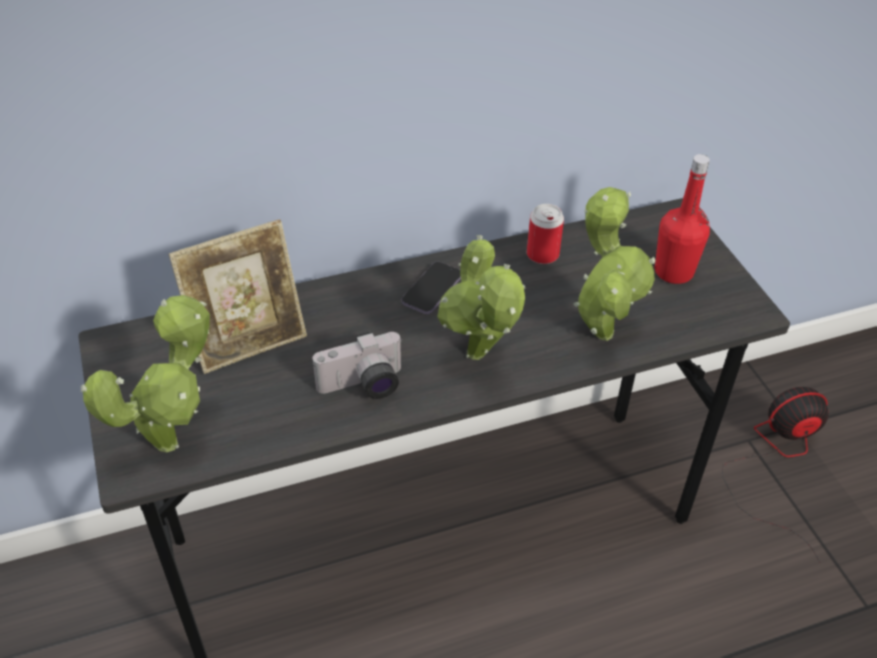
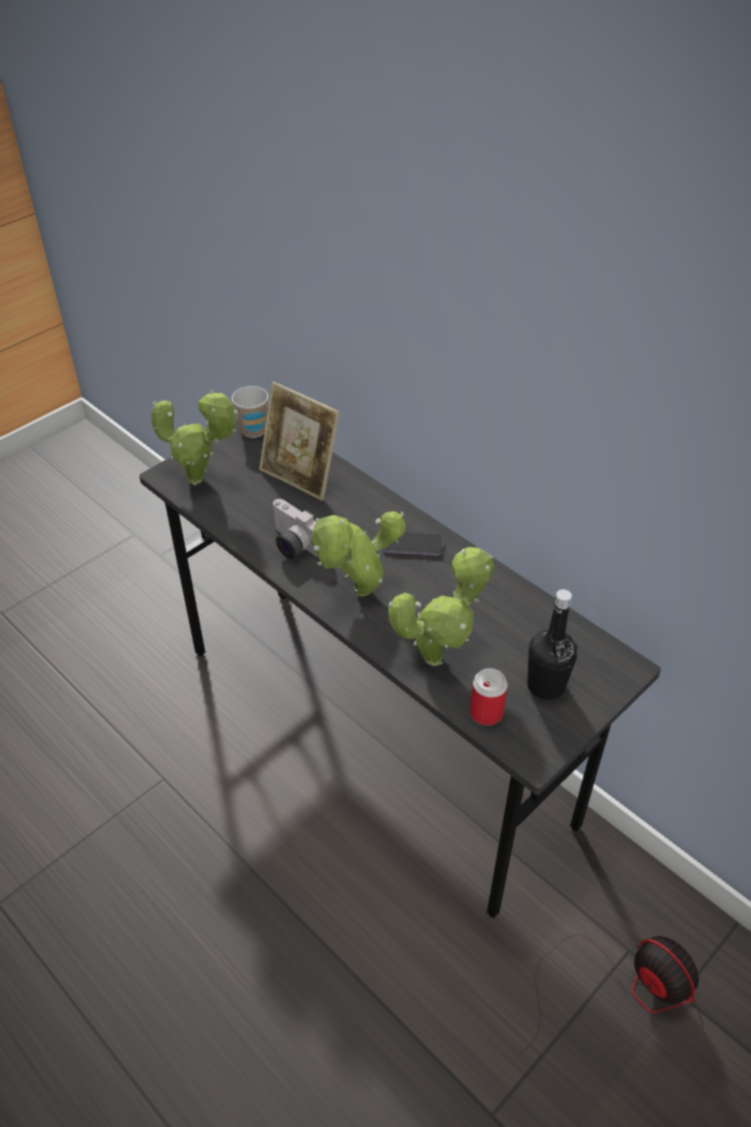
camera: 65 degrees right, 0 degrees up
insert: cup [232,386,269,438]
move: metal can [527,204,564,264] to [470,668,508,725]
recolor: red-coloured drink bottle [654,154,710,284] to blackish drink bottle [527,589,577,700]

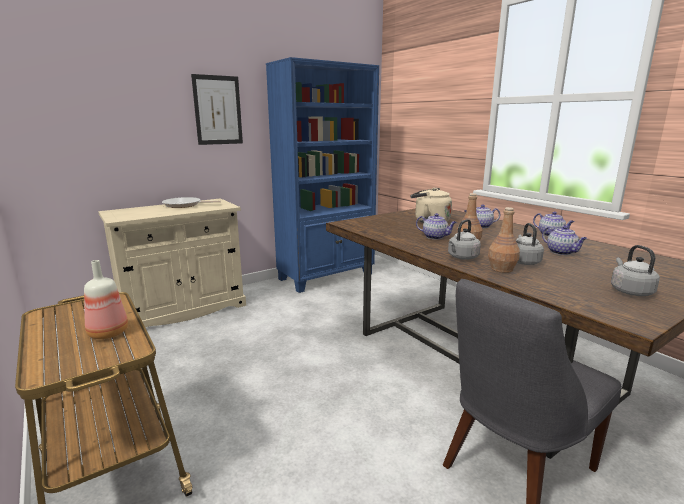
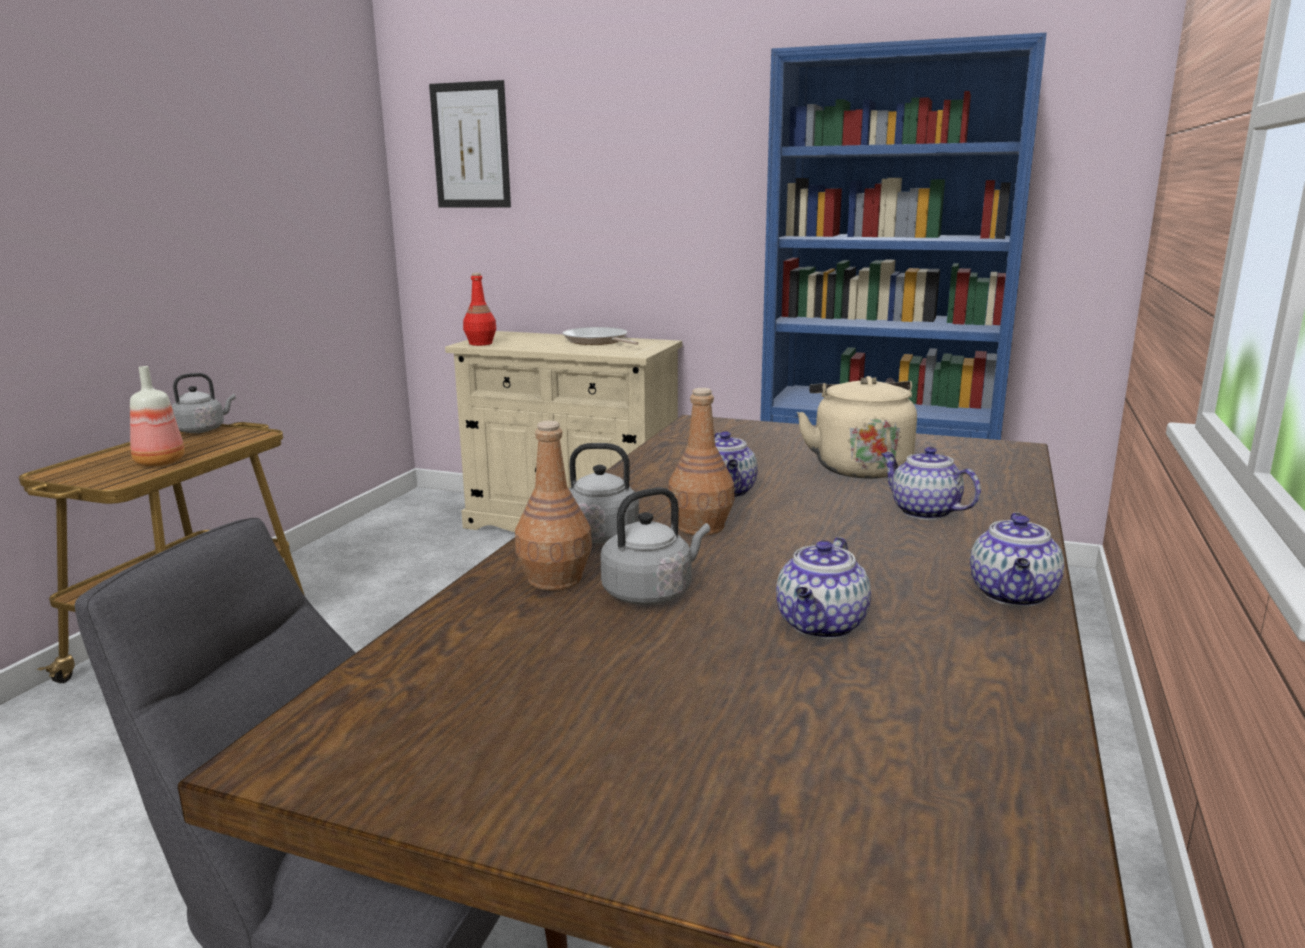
camera: 55 degrees right, 0 degrees up
insert: red-coloured drink bottle [463,273,496,346]
move: wall art [191,74,243,145] to [429,80,511,207]; greyish water kettle [611,245,660,296] to [172,373,236,433]

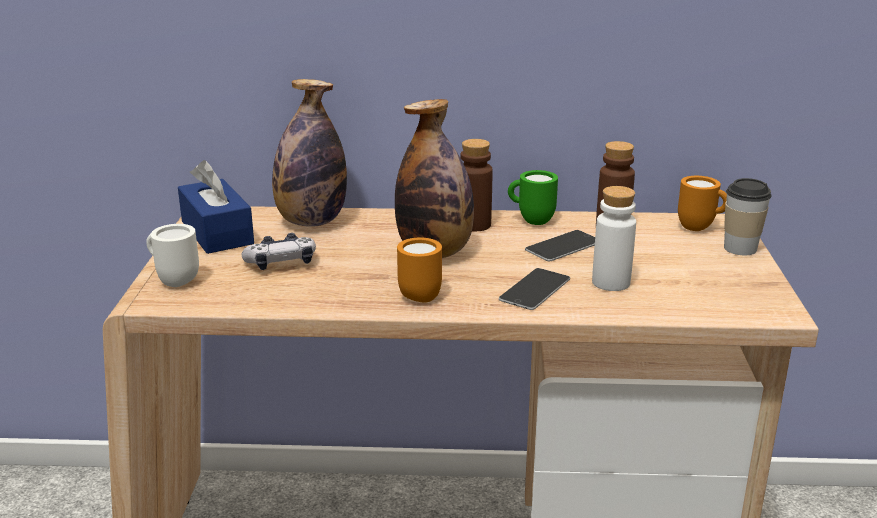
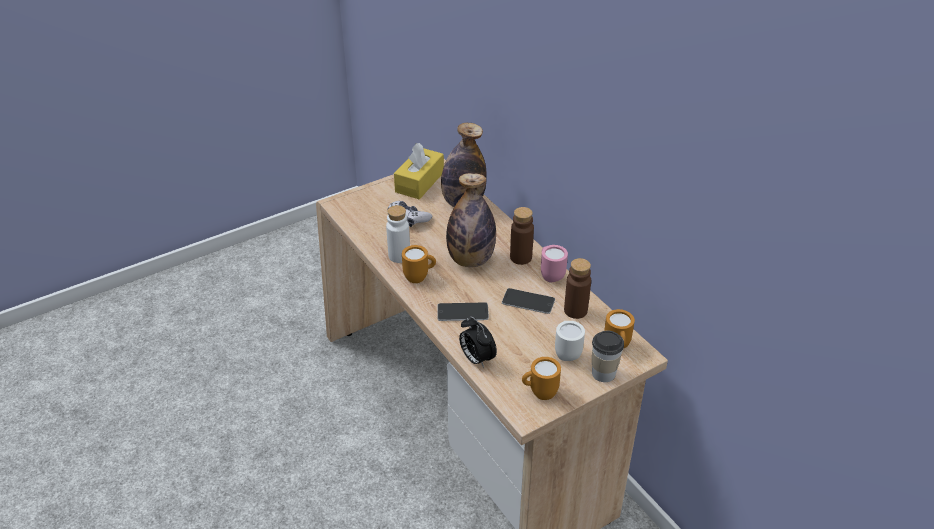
camera: 55 degrees right, 15 degrees up
insert: table clock [459,316,497,368]; orangey tea mug [522,357,561,400]
move: white-coloured drink bottle [592,186,636,291] to [386,205,410,263]; white-coloured tea mug [146,224,199,287] to [555,321,585,361]
recolor: blue-coloured tissue holder [178,160,254,254] to yellow tissue holder [394,143,444,199]; green tea mug [508,170,558,225] to pinkish tea mug [541,245,568,282]

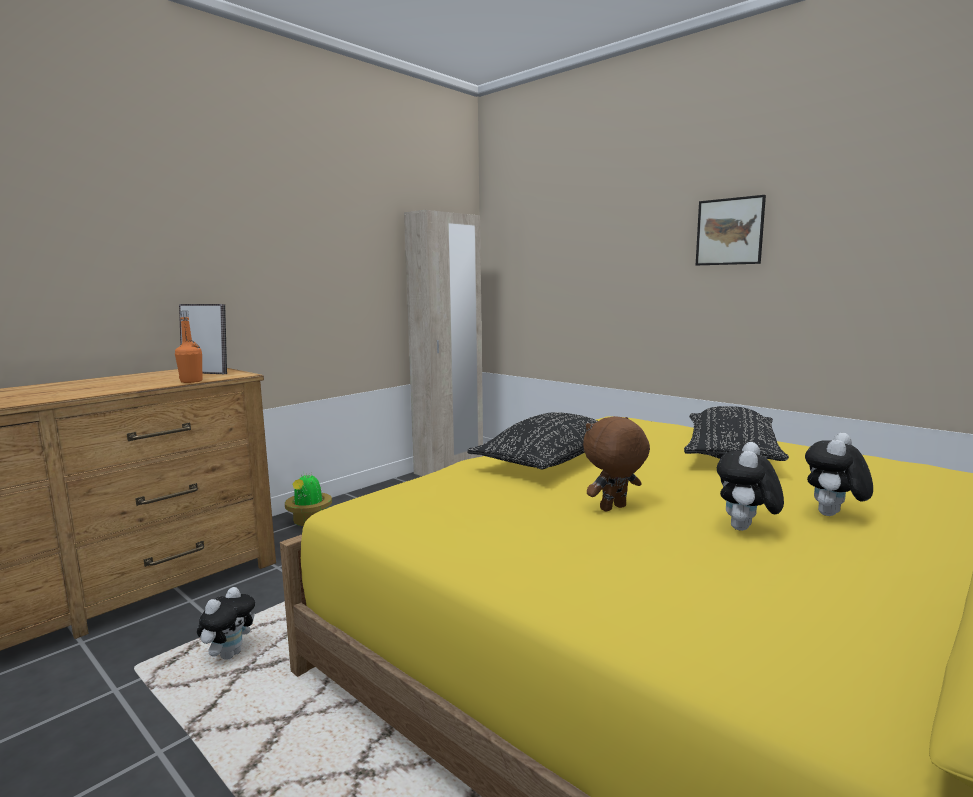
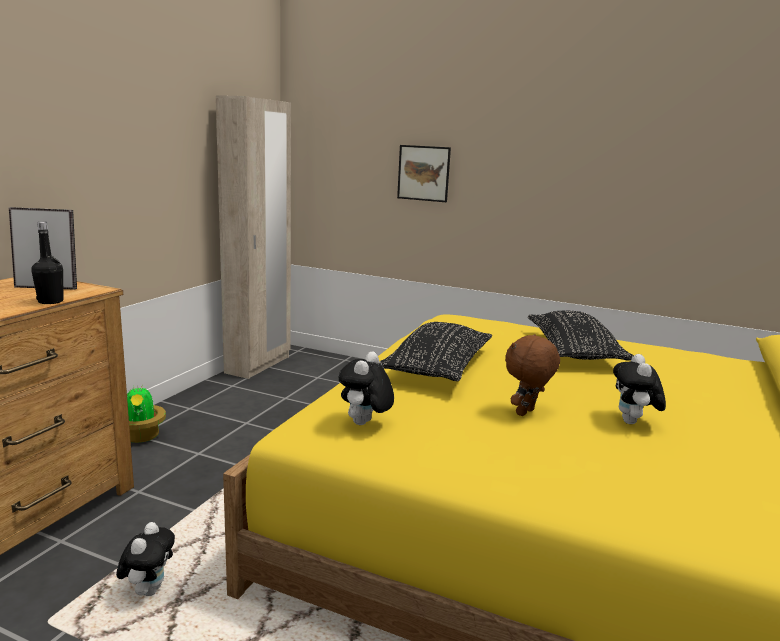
camera: 20 degrees left, 5 degrees up
move: wall art [696,195,766,265] to [397,145,451,202]; soft toy [805,433,873,516] to [339,352,394,425]
recolor: orangey drink bottle [175,311,202,383] to blackish drink bottle [31,221,63,304]

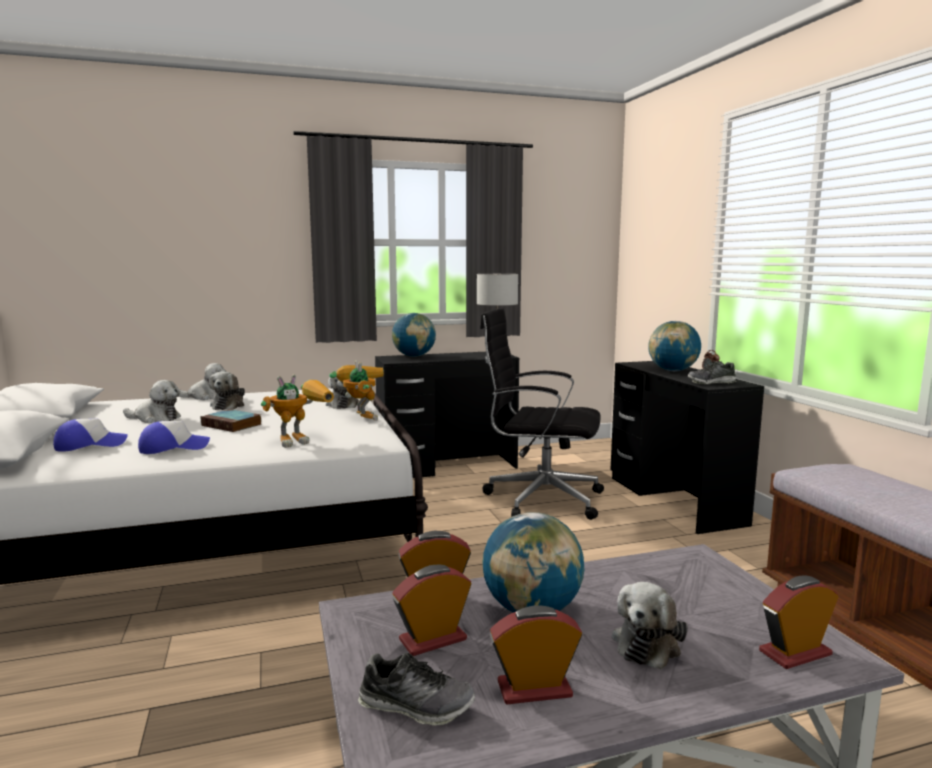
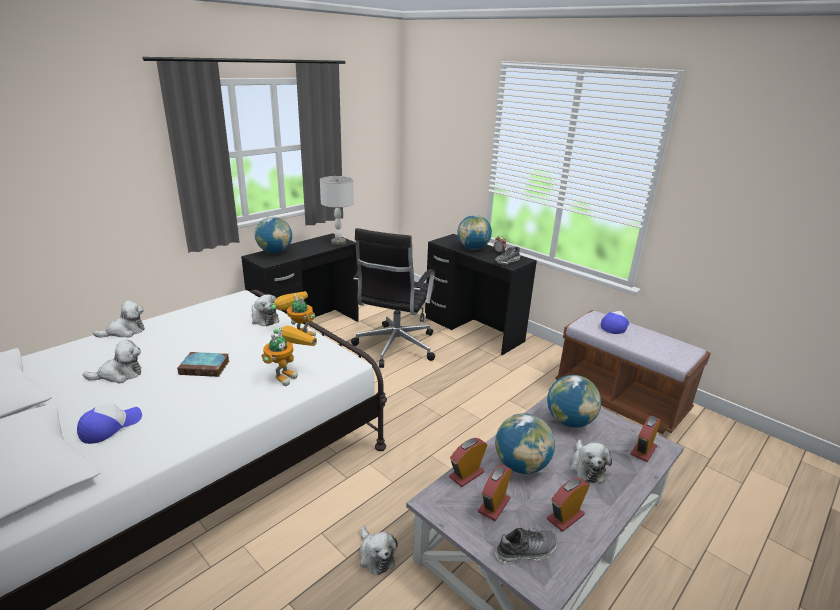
camera: 30 degrees left, 15 degrees up
insert: globe [547,375,601,427]
move: soft toy [209,371,245,410] to [360,526,398,575]; baseball cap [138,421,210,454] to [601,311,629,334]
rotate: blackish office chair [480,308,604,520] = [351,228,435,368] 60 degrees counterclockwise

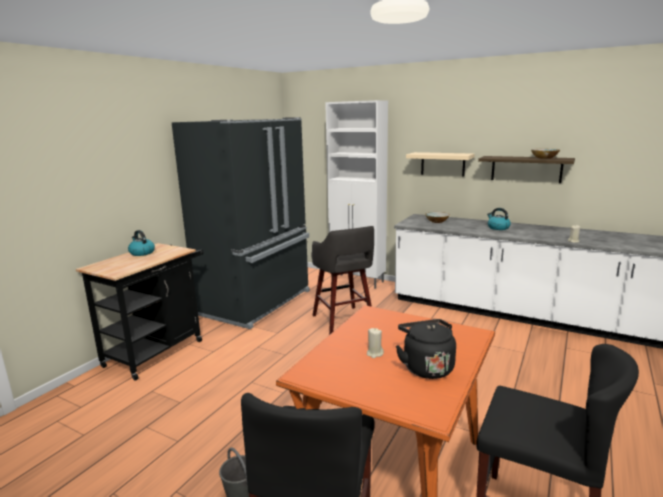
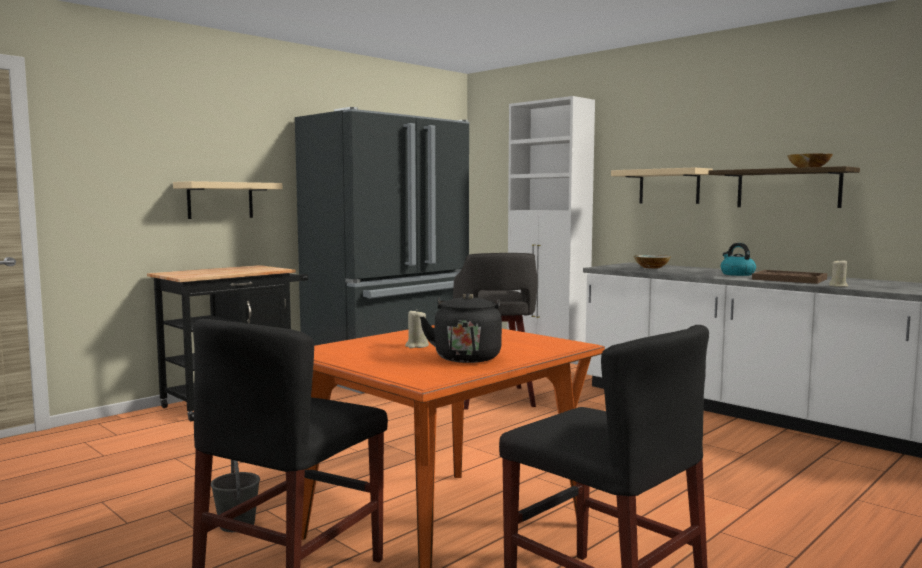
camera: 15 degrees right, 10 degrees down
delete: water kettle [128,230,155,256]
insert: beige-coloured wall shelf [173,181,283,219]; brown tray [752,270,827,284]

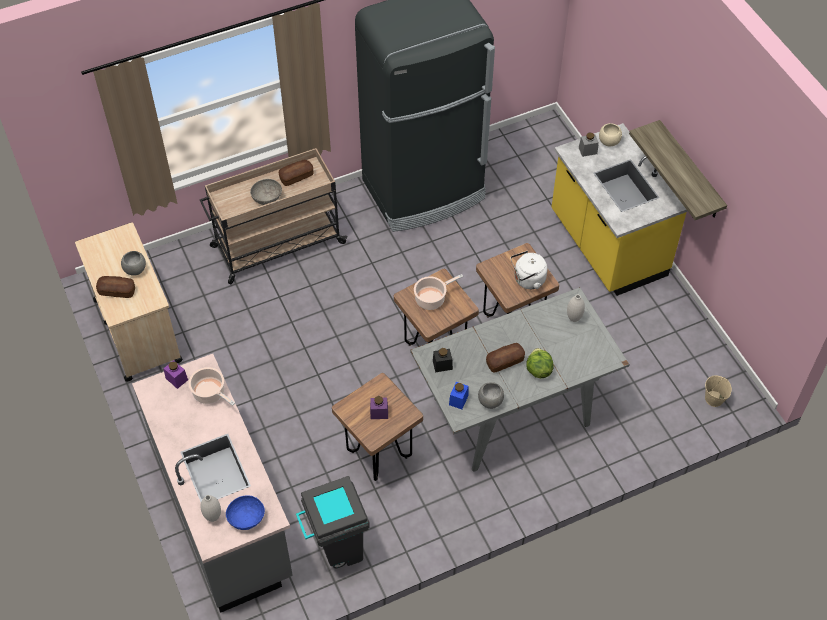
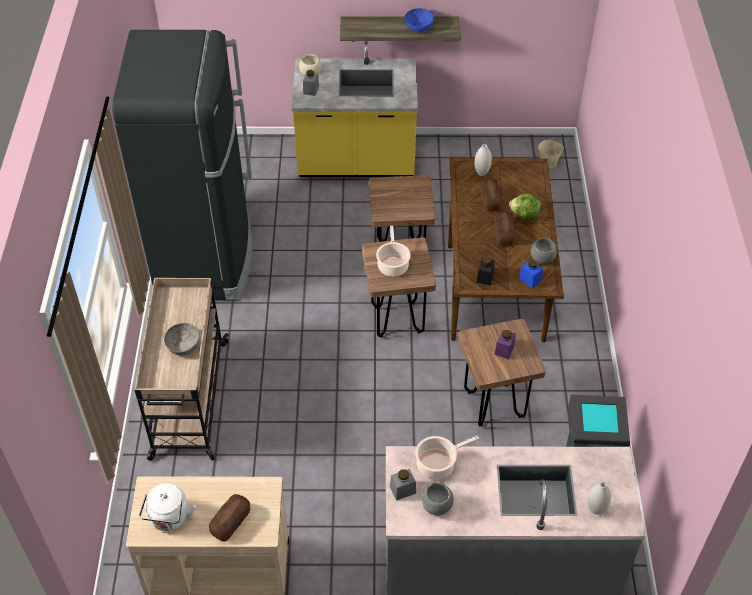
camera: 65 degrees left, 5 degrees down
move: bakery bread [279,160,314,186] to [480,178,502,212]; greyish deep dish [121,251,146,276] to [422,483,454,516]; white-coloured water kettle [511,251,548,289] to [139,483,196,531]; blue-coloured deep dish [226,495,265,530] to [404,8,434,32]
recolor: greyish kitchen table [410,287,630,472] to brown kitchen table [448,157,564,342]; purplish preserve jar [163,360,188,389] to greyish preserve jar [390,469,416,501]

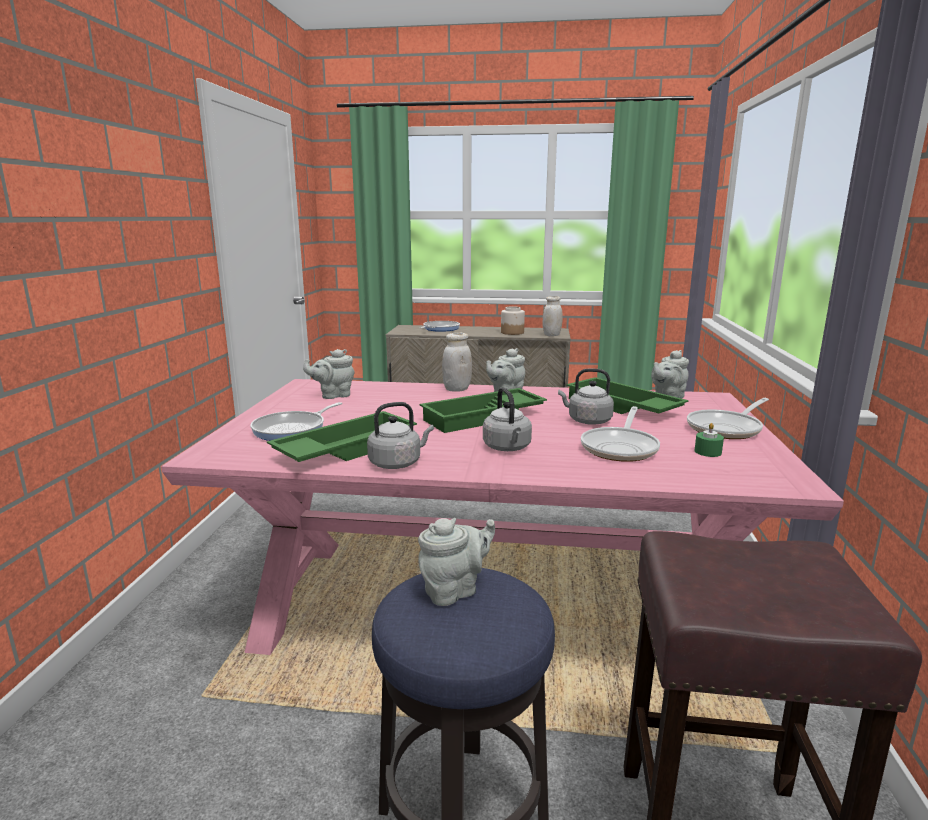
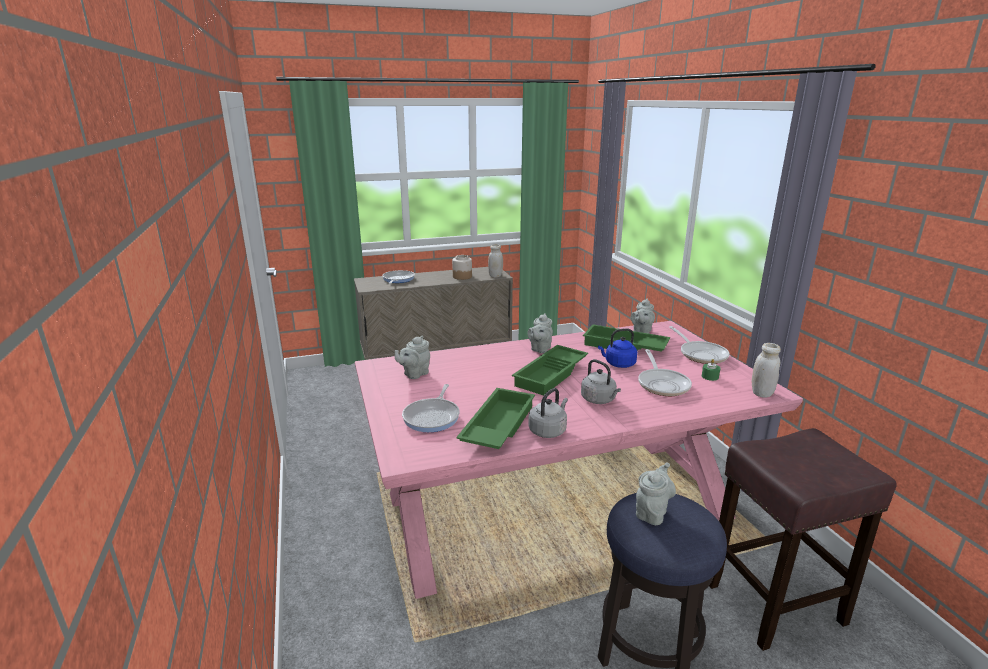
camera: 25 degrees left, 5 degrees up
move: white-coloured preserve jar [442,333,472,392] to [752,343,781,398]
recolor: greyish water kettle [558,369,614,425] to blue-coloured water kettle [598,328,637,368]
rotate: frying pan [687,398,769,439] = [669,326,730,364] 45 degrees counterclockwise

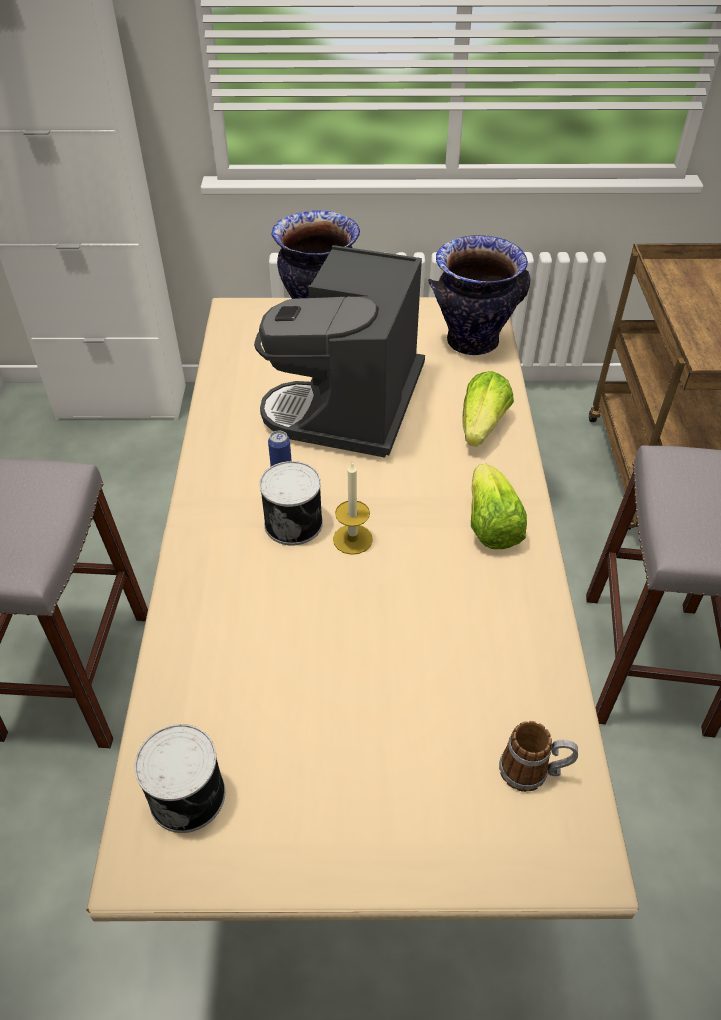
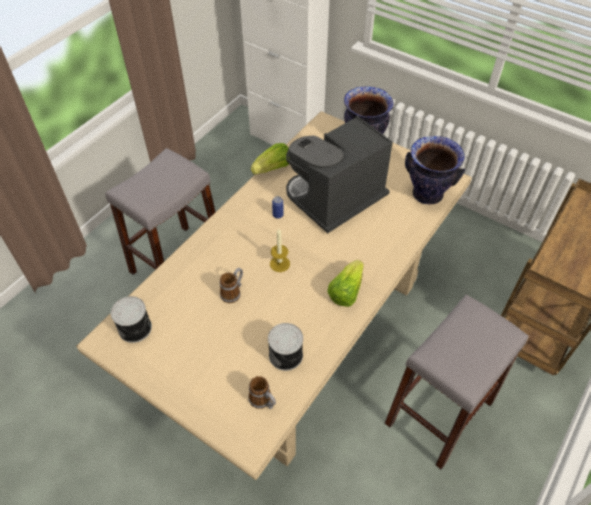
camera: 35 degrees right, 5 degrees up
insert: tea mug [220,268,243,303]
move: lettuce head [462,371,514,447] to [251,143,289,175]; metal can [259,461,323,546] to [268,323,303,371]

